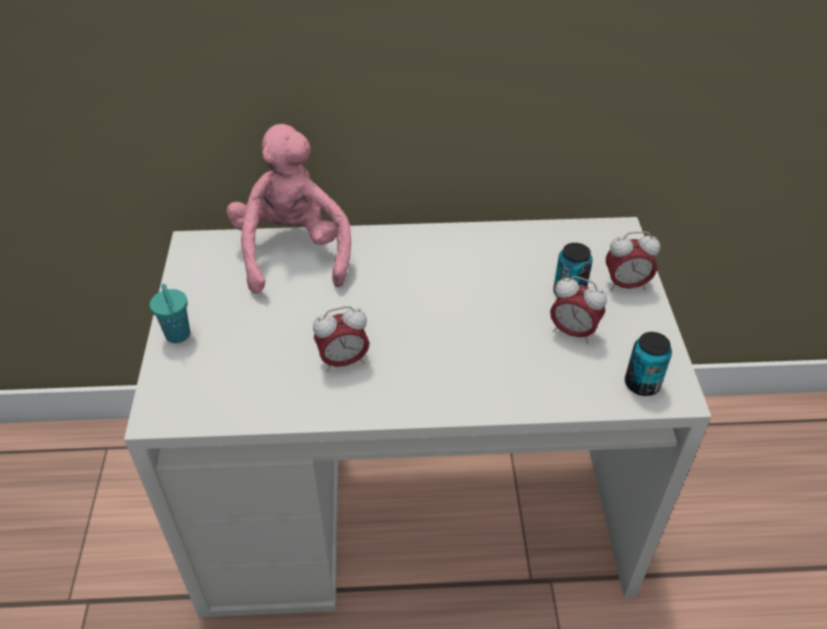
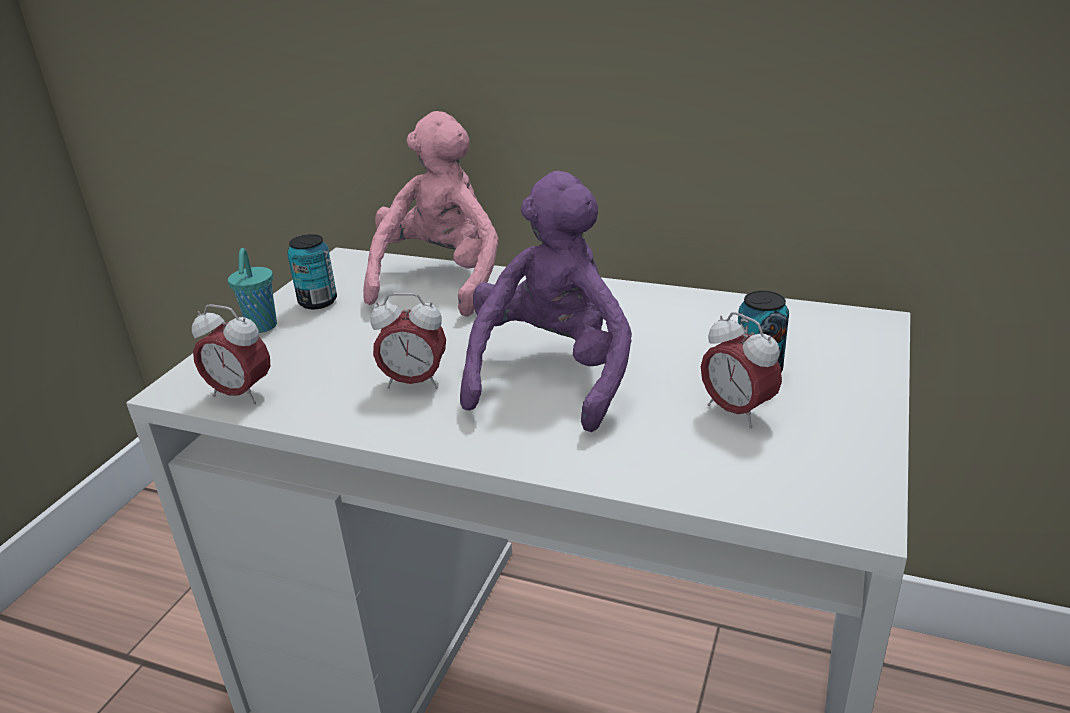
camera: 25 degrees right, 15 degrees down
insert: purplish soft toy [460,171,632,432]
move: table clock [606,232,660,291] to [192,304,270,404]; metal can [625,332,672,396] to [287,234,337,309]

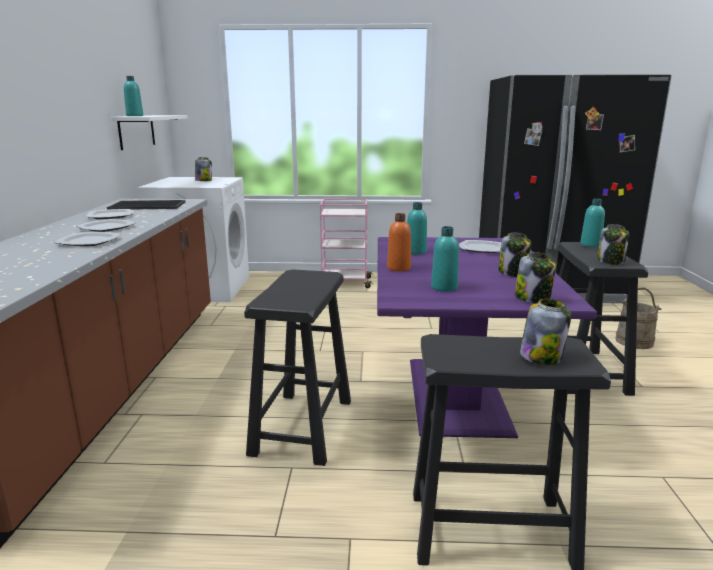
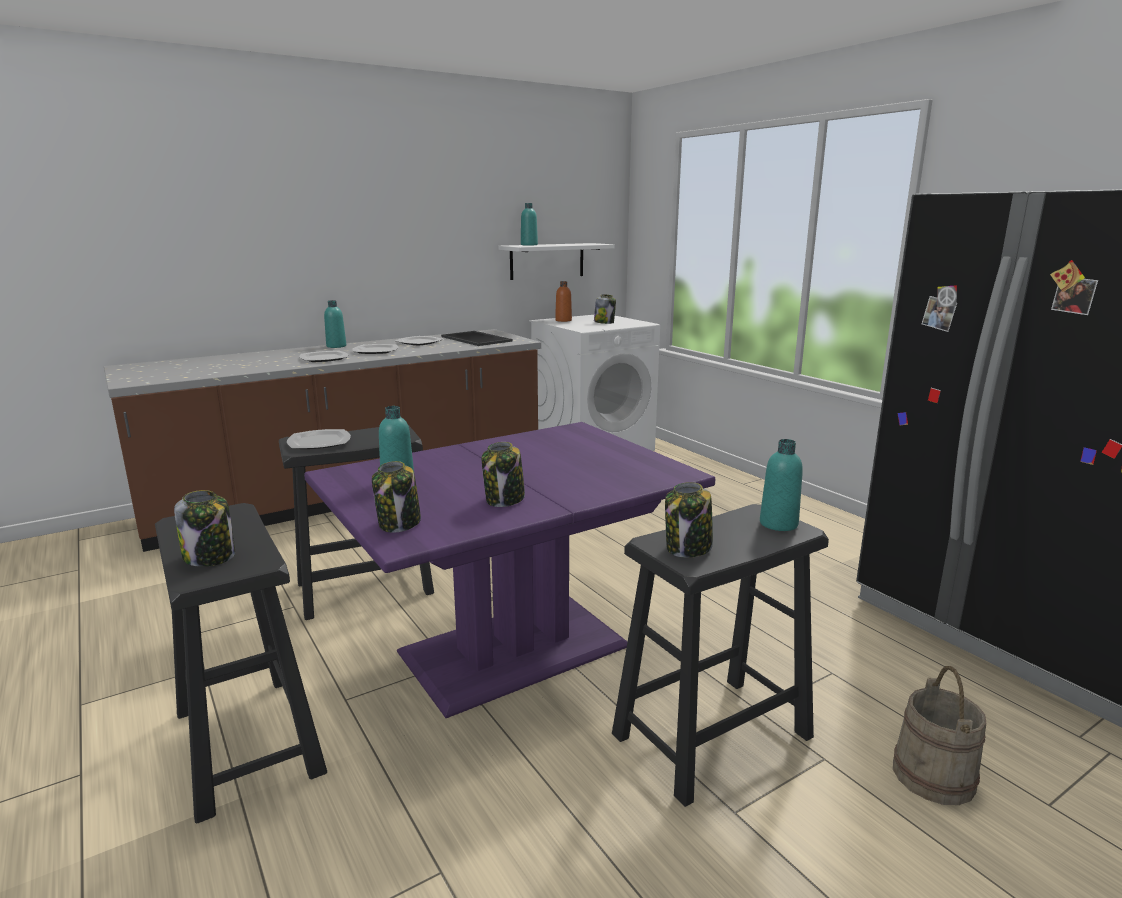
camera: 55 degrees right, 0 degrees up
delete: pinkish wheeled cart [320,199,373,288]
move: turquoise-coloured drink bottle [407,202,427,255] to [324,300,346,348]; orangey drink bottle [387,213,411,271] to [555,281,572,322]; plate [459,240,501,253] to [287,429,351,449]

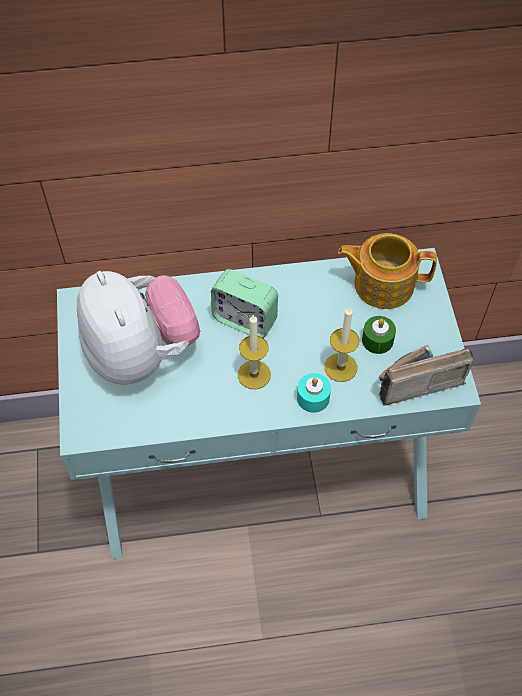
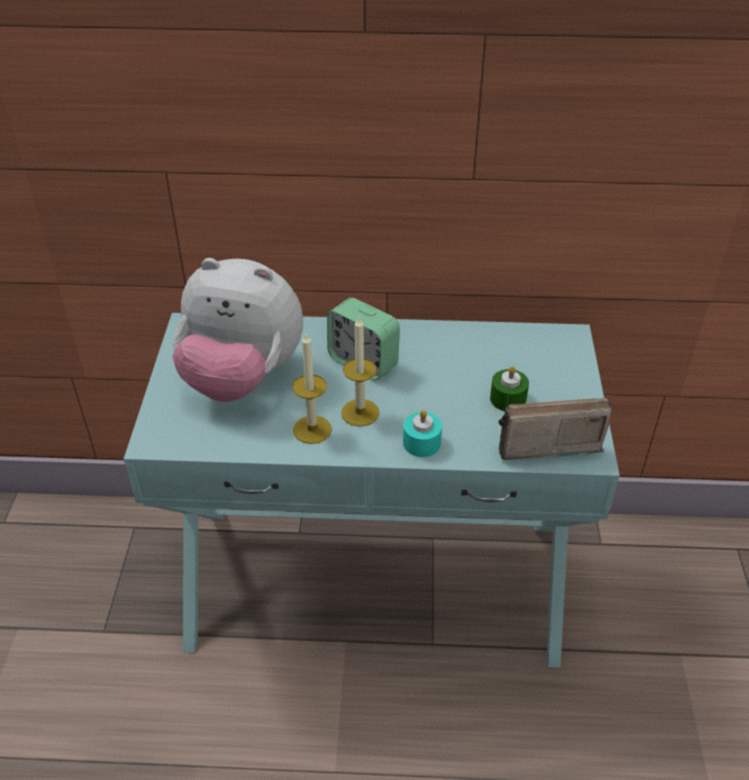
camera: 10 degrees right, 15 degrees down
delete: pot for tea [338,233,437,309]
move: wax candle [324,306,359,382] to [292,334,332,444]
rotate: soft toy [77,271,200,385] = [172,258,303,402] 120 degrees clockwise

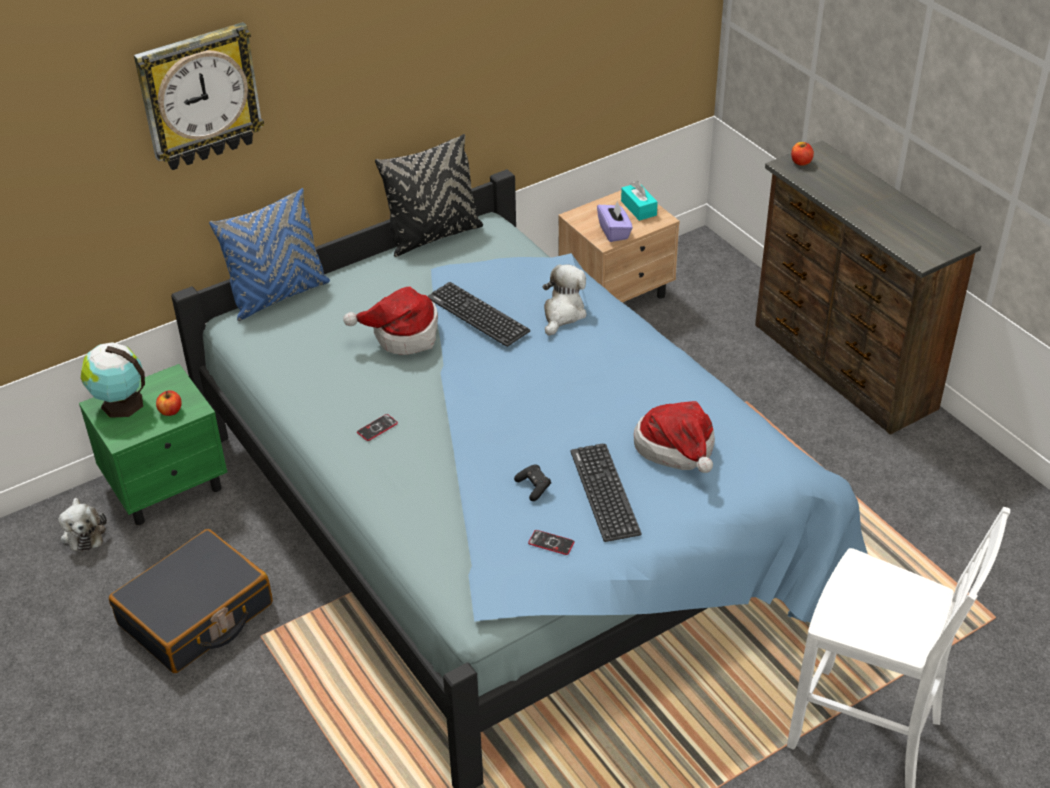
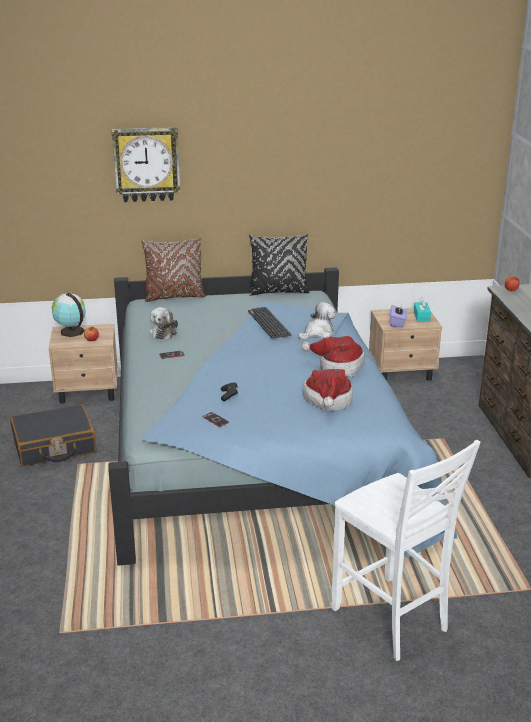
camera: 25 degrees right, 15 degrees down
delete: keyboard [570,443,642,542]
move: hat [343,287,438,355] to [301,336,365,377]; soft toy [59,498,107,552] to [149,307,178,339]
recolor: blue-coloured cushion [209,188,330,321] to brown cushion [142,238,206,302]; green night table [79,364,227,525] to beige-coloured night table [49,324,118,404]

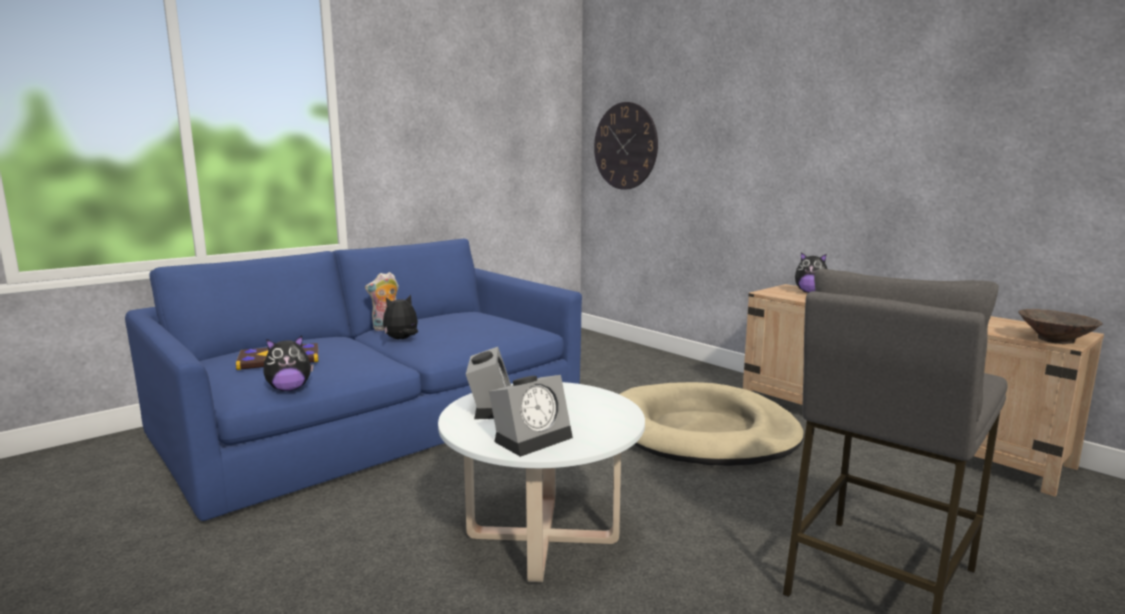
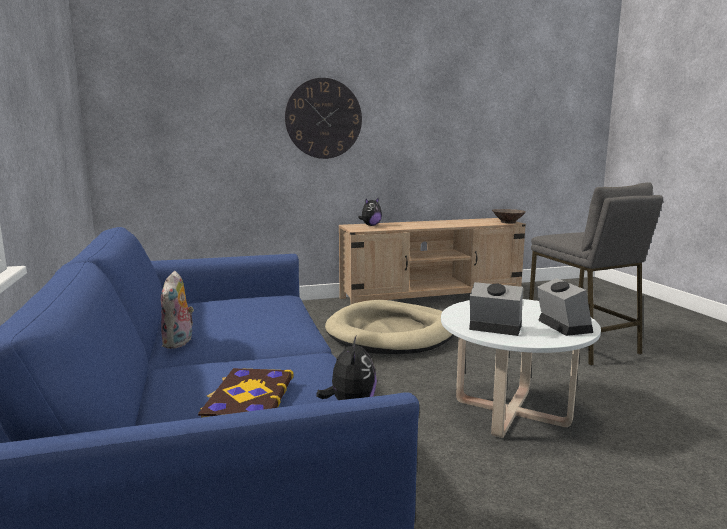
camera: 65 degrees left, 0 degrees up
delete: soft toy [383,295,418,339]
move: wall clock [594,102,658,190] to [285,78,362,159]

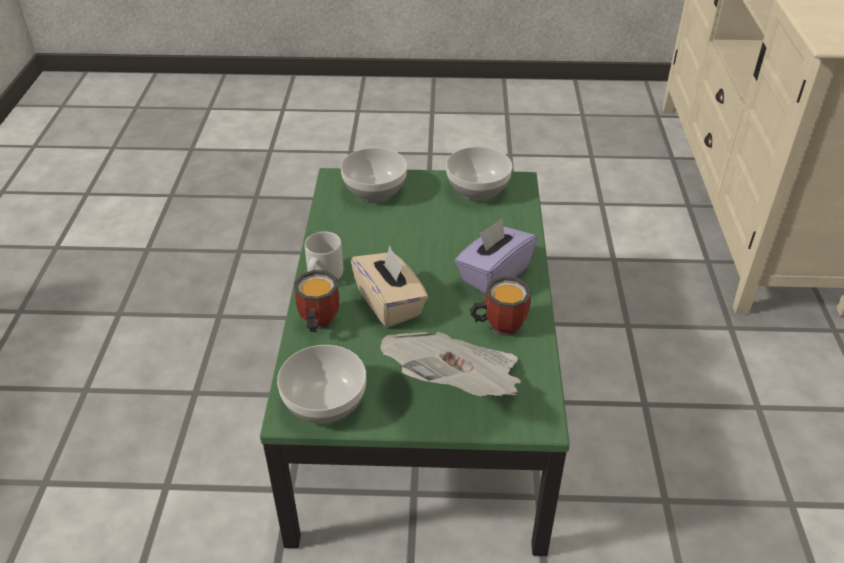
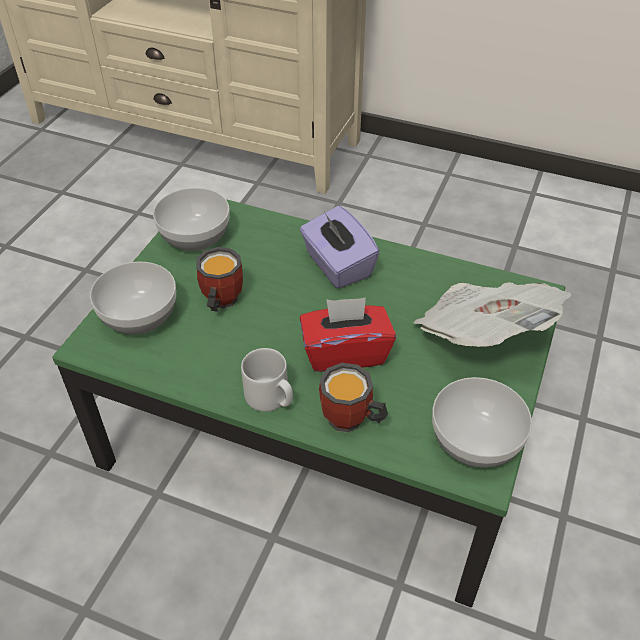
camera: 70 degrees left, 5 degrees up
move: tea mug [470,276,531,337] to [196,247,243,312]
recolor: beige-coloured tissue holder [351,246,428,328] to red-coloured tissue holder [300,297,396,372]

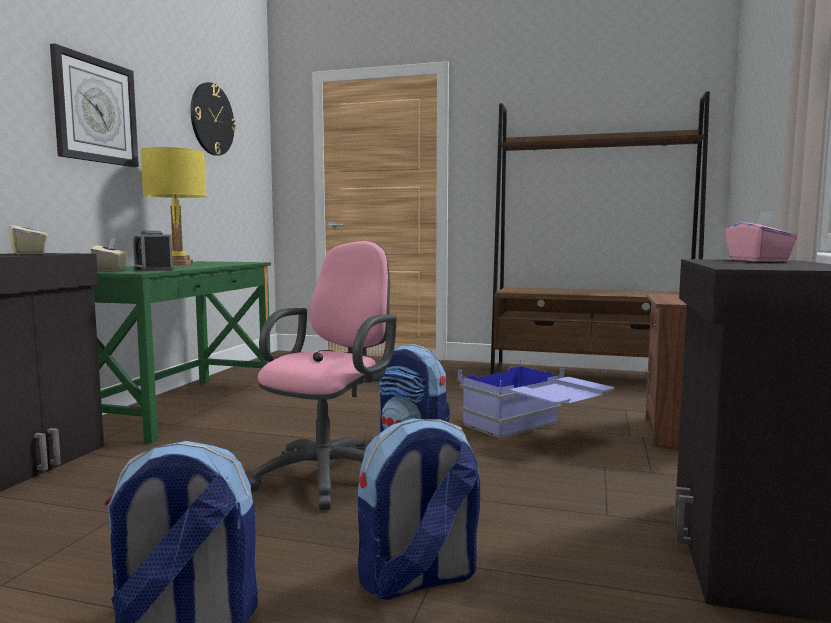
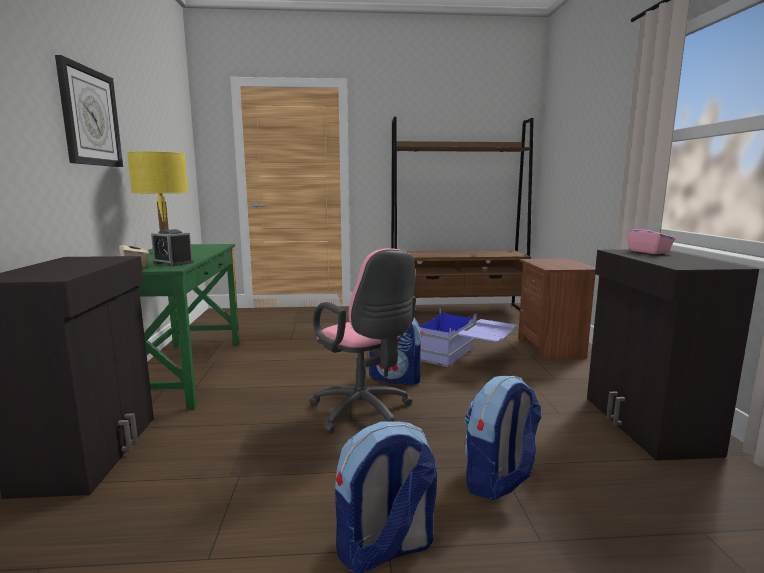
camera: 20 degrees left, 5 degrees up
delete: wall clock [191,82,236,156]; beige-coloured tissue holder [8,216,47,254]
rotate: pinkish office chair [248,241,397,510] = [309,248,416,434] 135 degrees clockwise

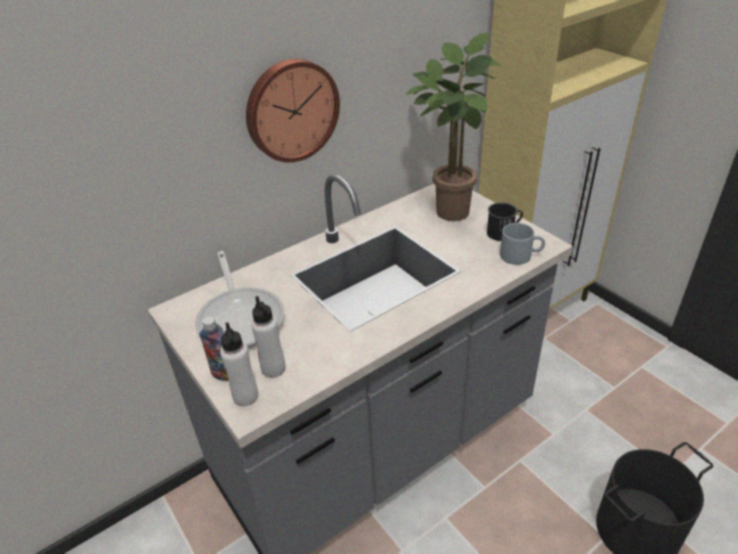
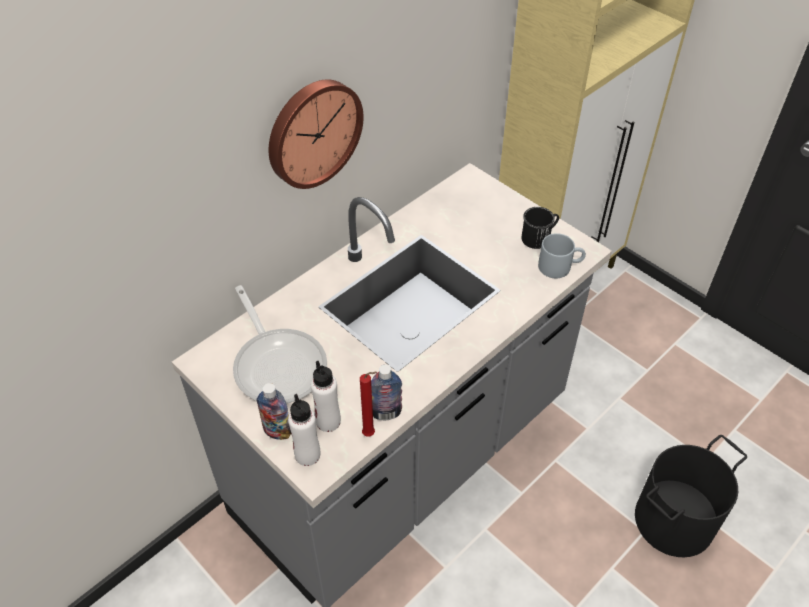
camera: 10 degrees left, 10 degrees up
delete: potted plant [405,33,501,221]
insert: drink bottle [371,365,402,420]; red-coloured wax candle [360,372,377,437]

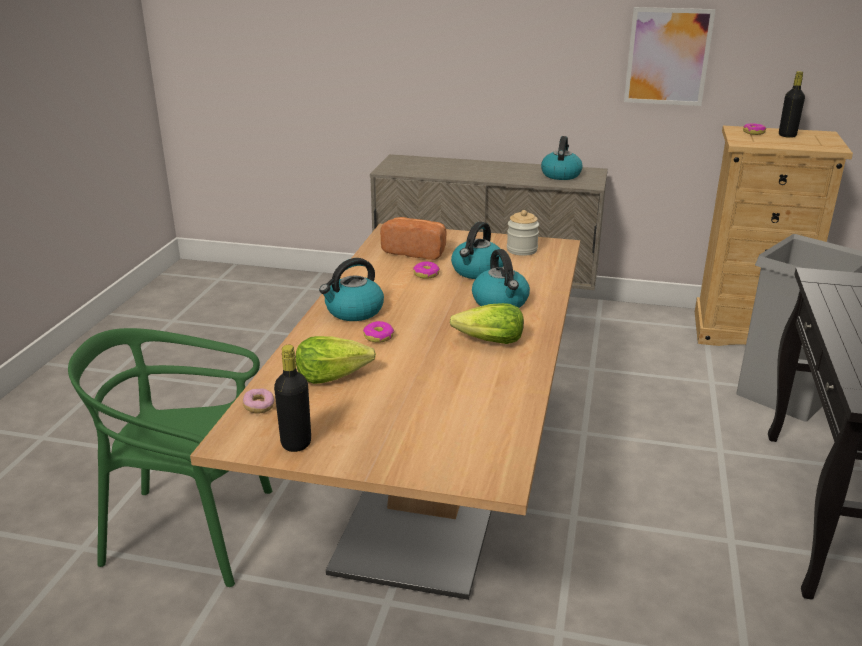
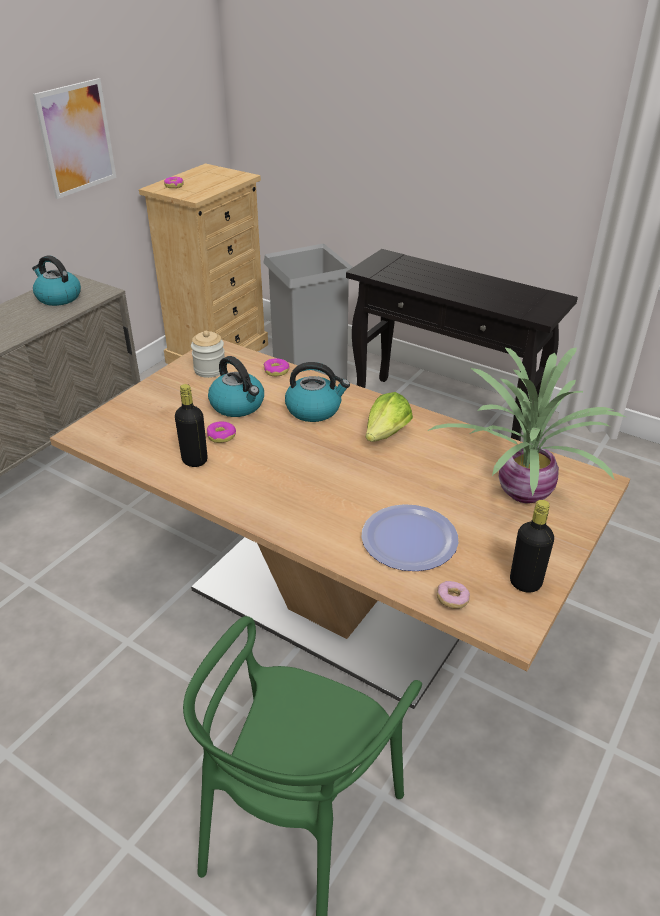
camera: 70 degrees left, 10 degrees up
delete: bakery bread [380,217,447,260]; water kettle [319,258,384,321]
insert: potted plant [427,347,625,503]
move: blackish drink bottle [779,71,805,138] to [175,384,208,467]; ring doughnut [363,321,394,343] to [264,358,290,376]
replace: lettuce head [296,336,376,384] to plate [361,504,458,571]

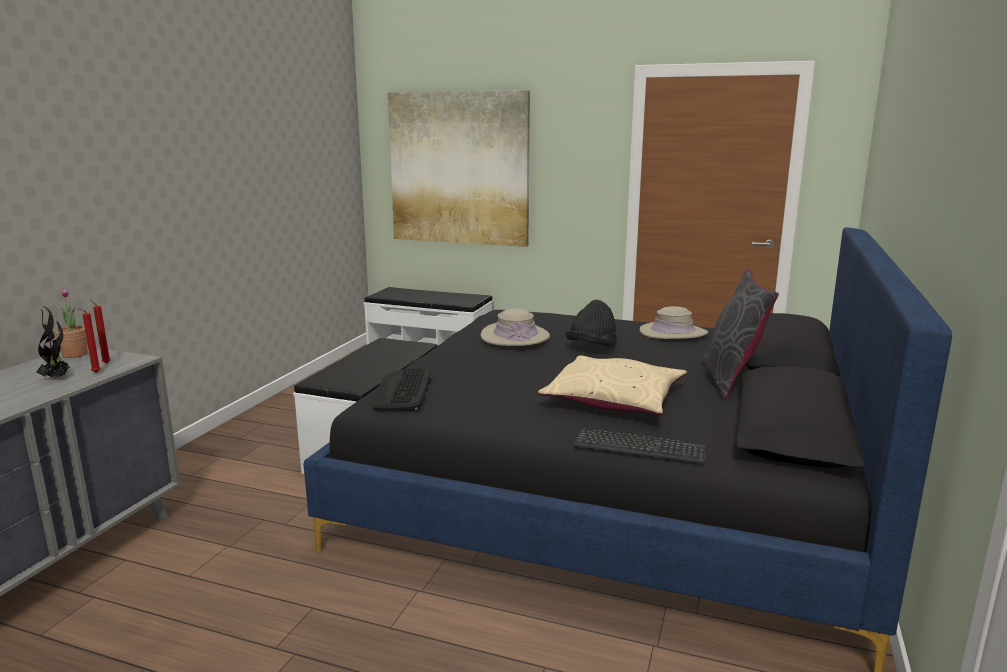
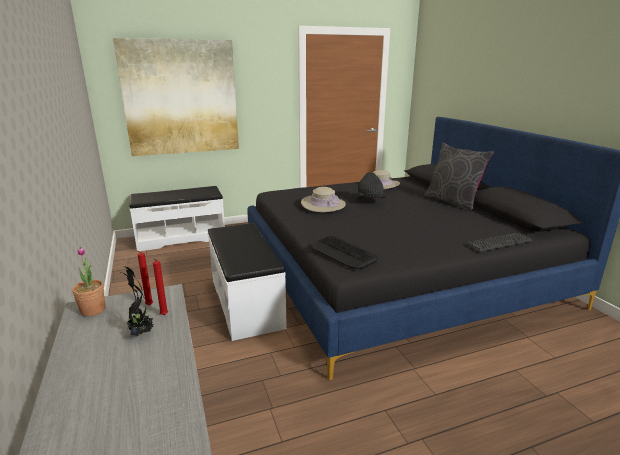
camera: 40 degrees left, 5 degrees up
delete: beige-coloured cushion [538,356,687,415]

